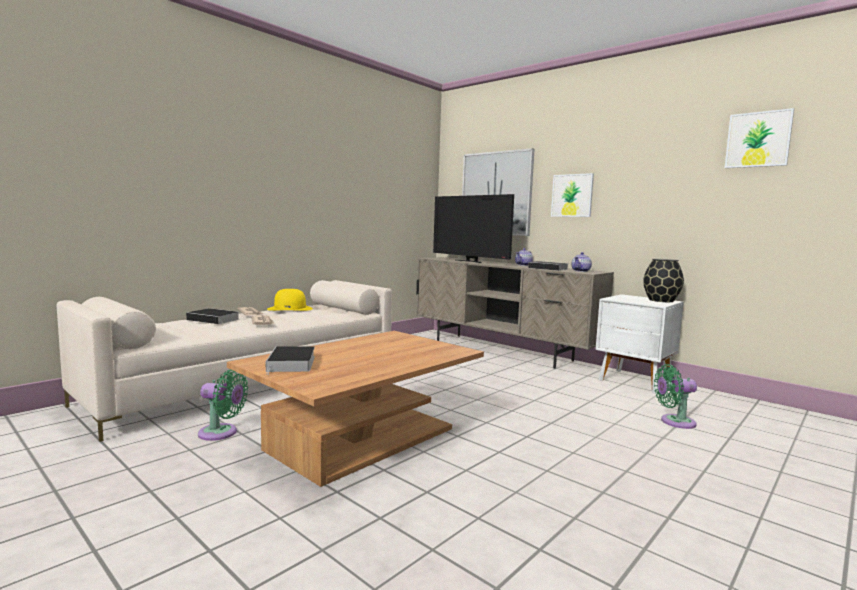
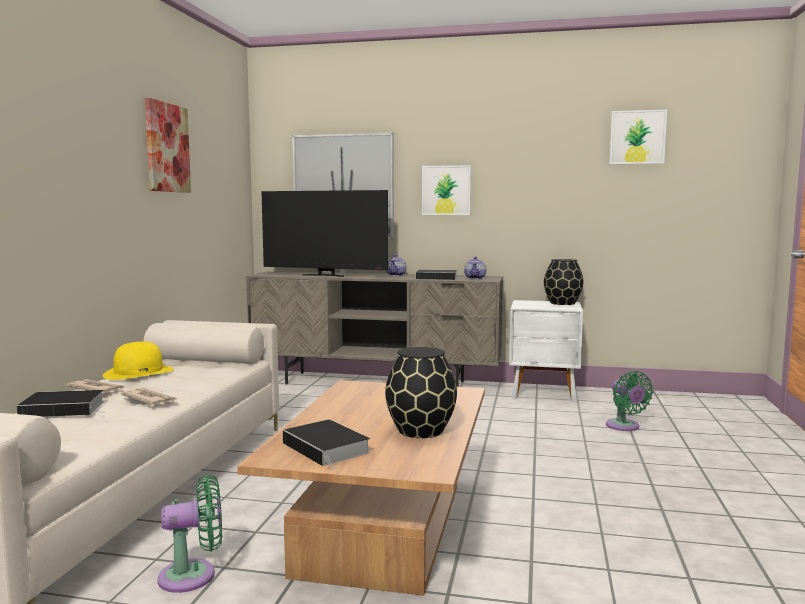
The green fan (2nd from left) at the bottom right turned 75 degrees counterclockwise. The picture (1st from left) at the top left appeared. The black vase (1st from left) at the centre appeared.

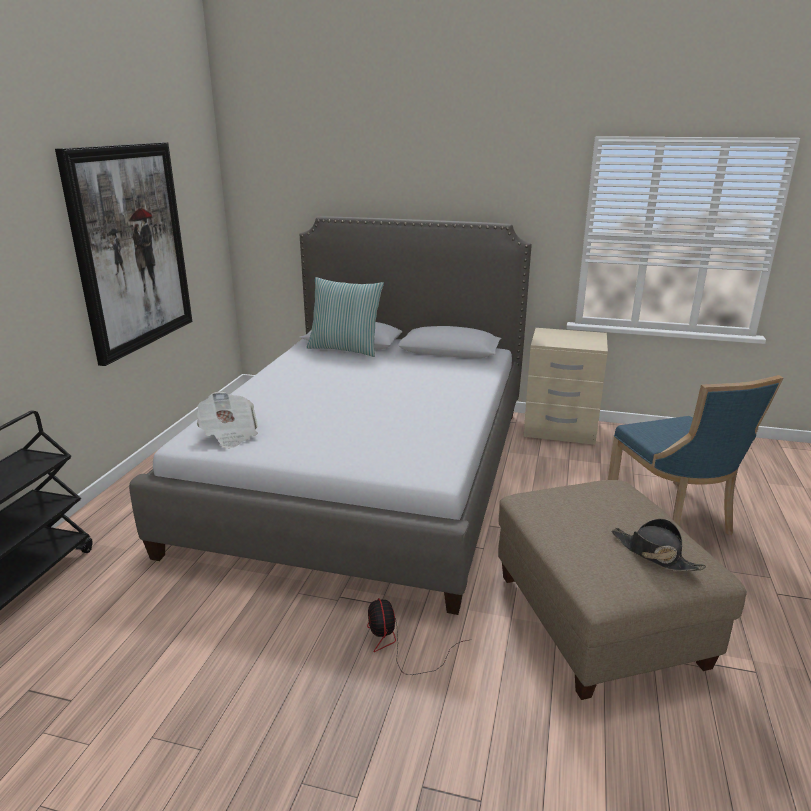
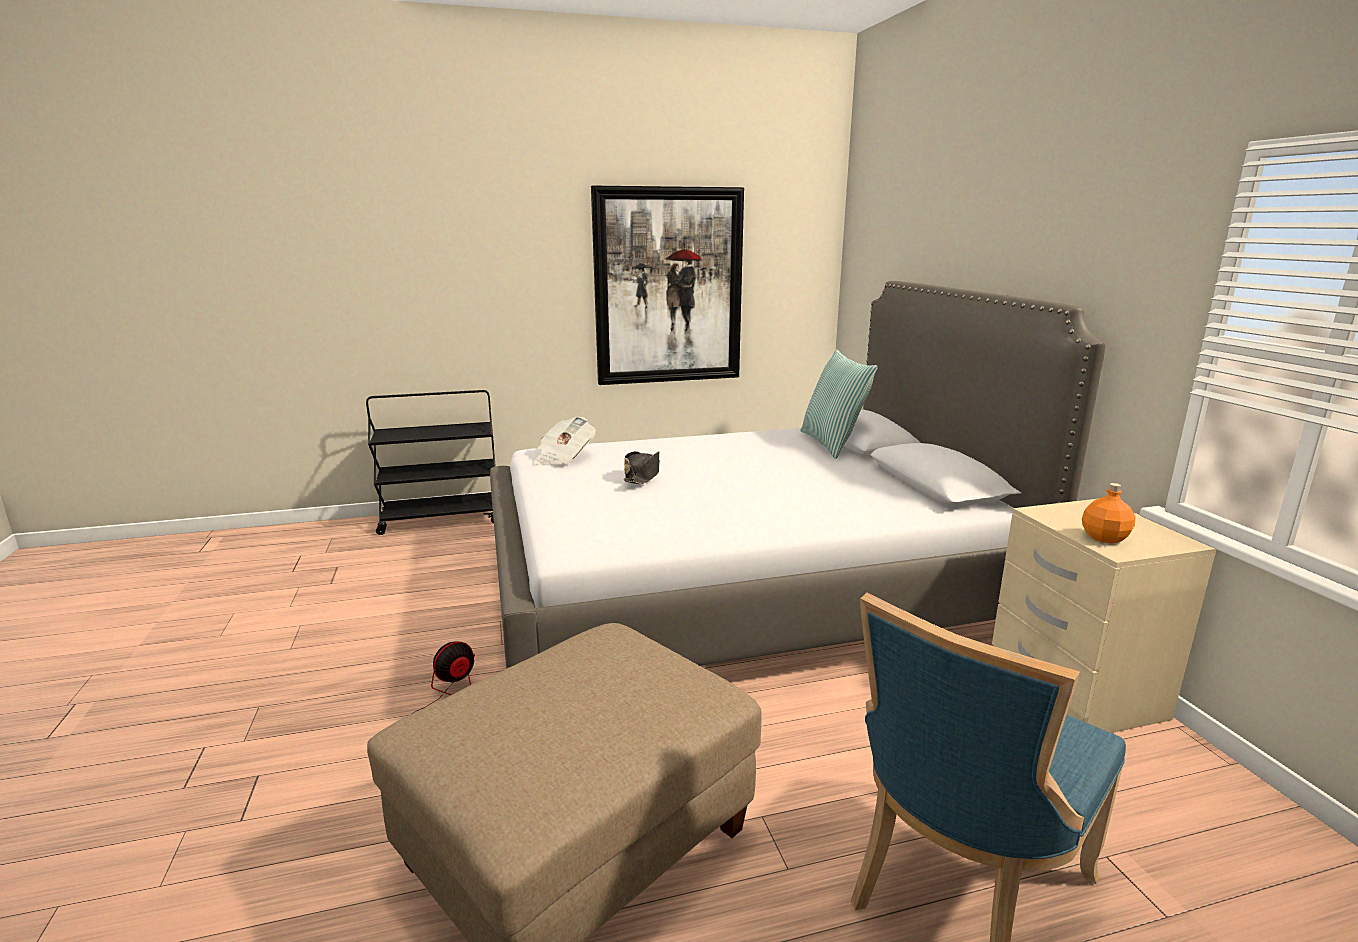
The black hat moved from the bottom right to the centre. The orange bottle at the middle right appeared.

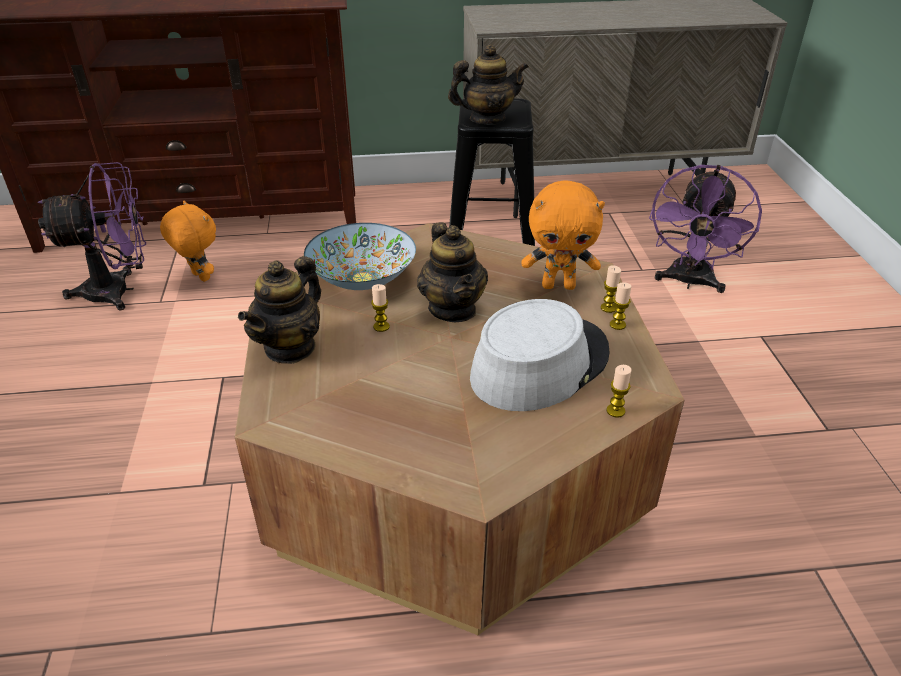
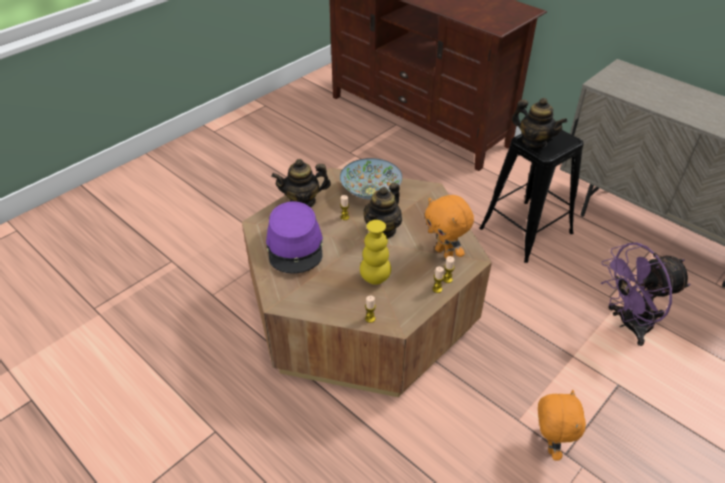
The purple fan (1st from left) at the middle left disappeared. The orange plush toy (1st from left in the first image) moved from the middle left to the bottom right. The grey hat at the centre was replaced by the yellow vase at the centre. The purple hat at the centre appeared.

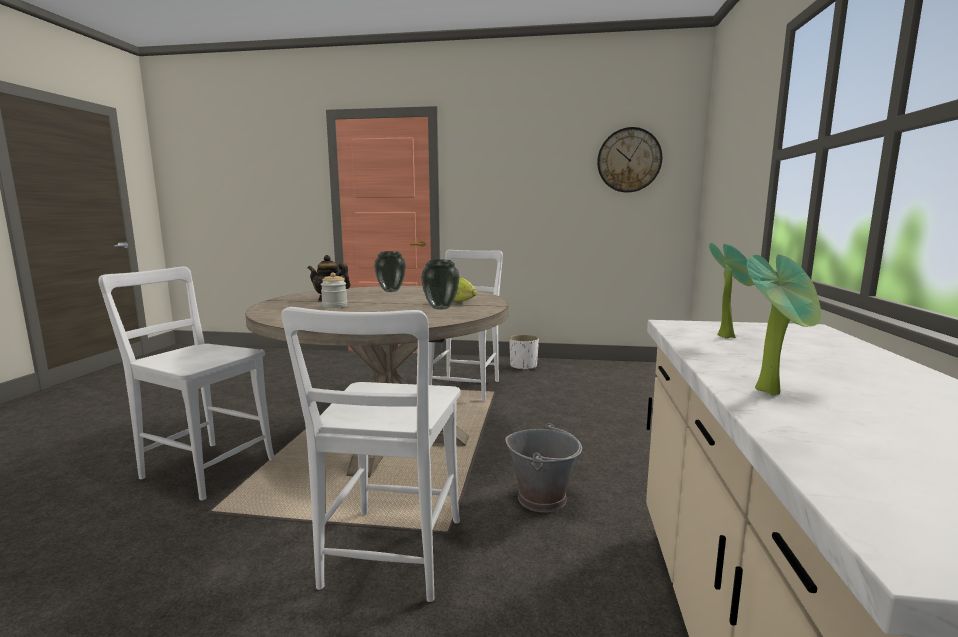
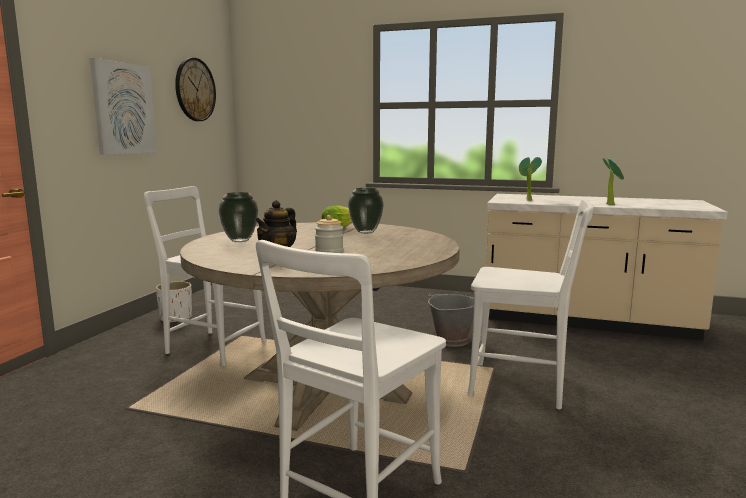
The picture at the top left appeared.

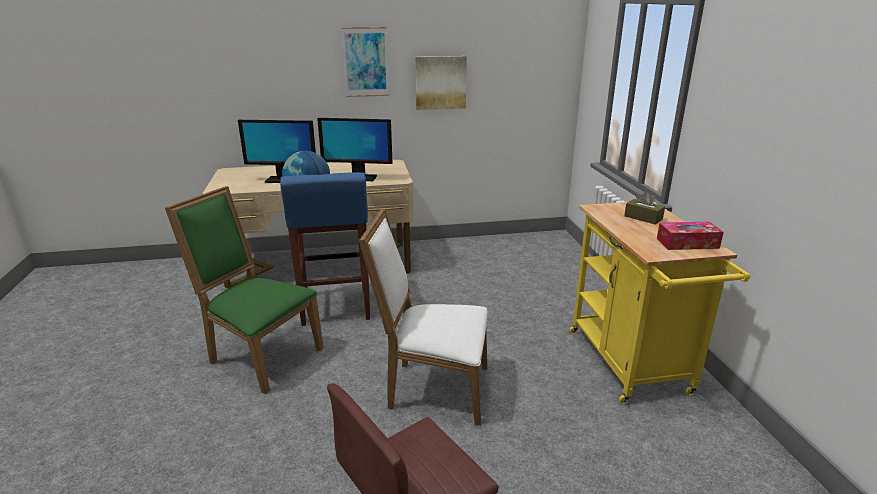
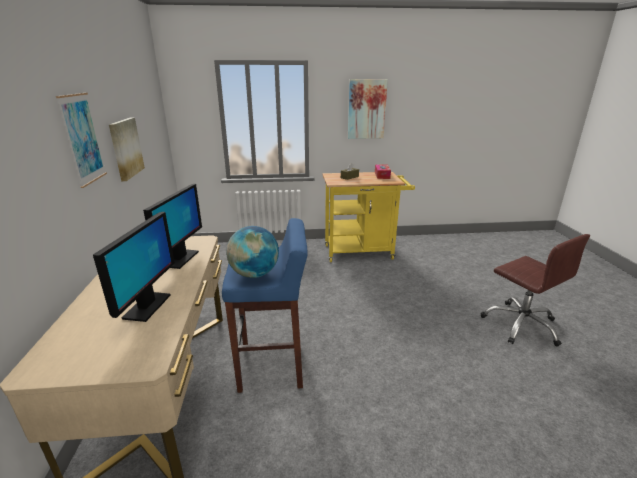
The green chair at the middle left disappeared. The white chair at the centre disappeared. The picture (3rd from left) at the top centre appeared.

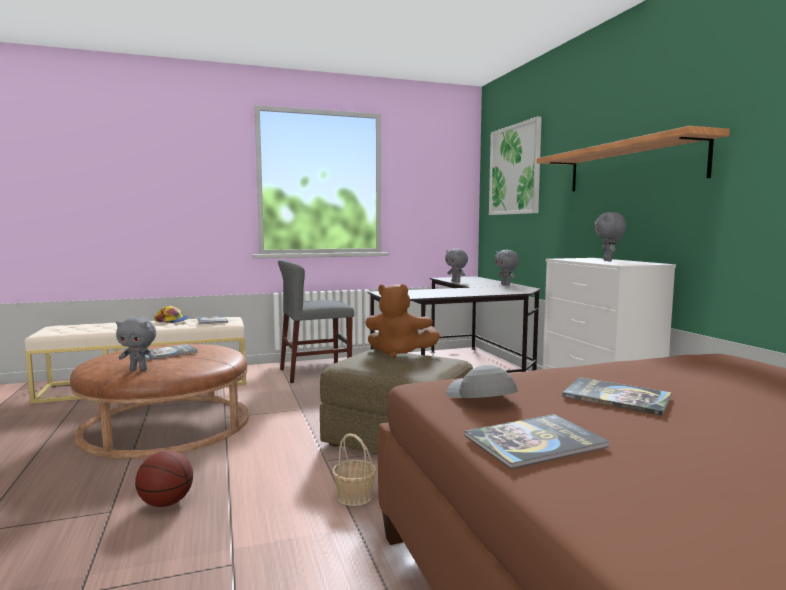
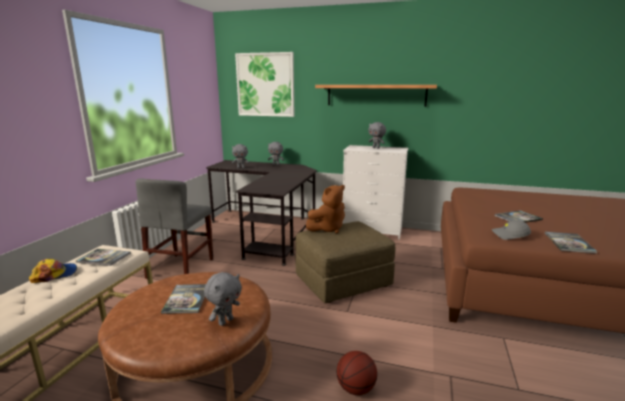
The basket at the bottom centre disappeared.

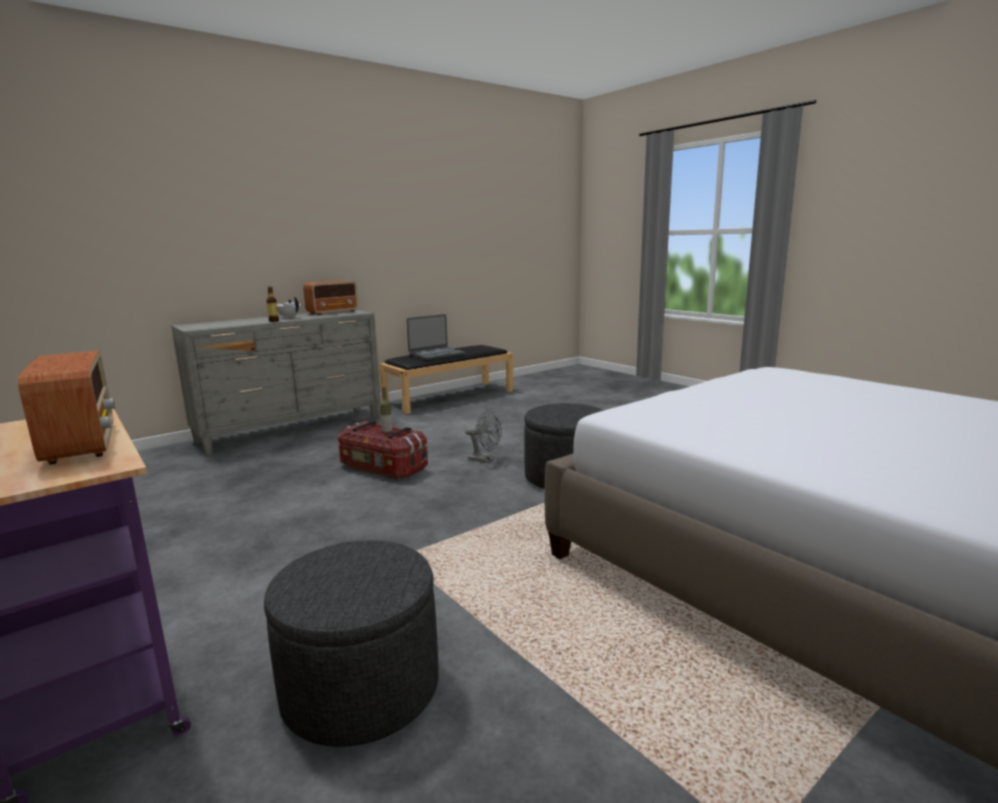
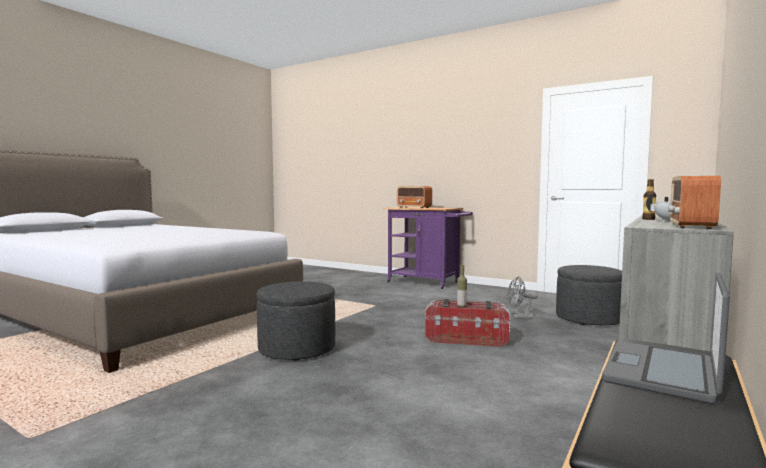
The grey fan moved from the centre to the middle right. The grey ottoman (1st from left in the first image) moved from the bottom centre to the middle right.

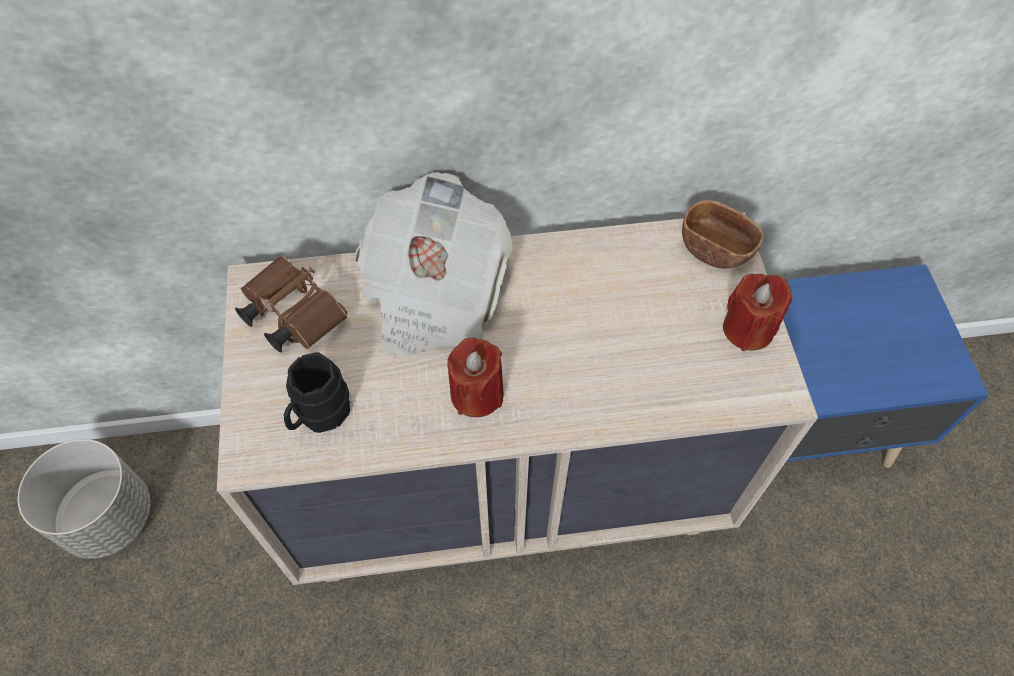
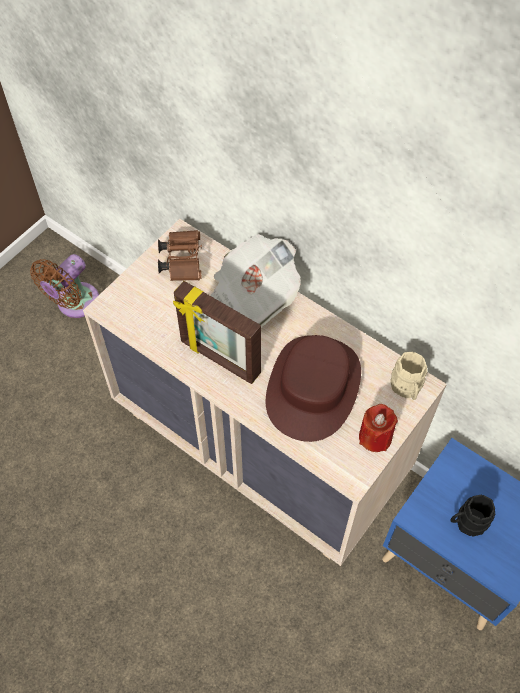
The brown bowl at the middle right was replaced by the beige mug at the middle right. The red candle (1st from left) at the centre was replaced by the picture frame at the centre. The black mug moved from the middle left to the bottom right. The grey planter at the bottom left was replaced by the brown fan at the middle left. The brown hat at the centre appeared.

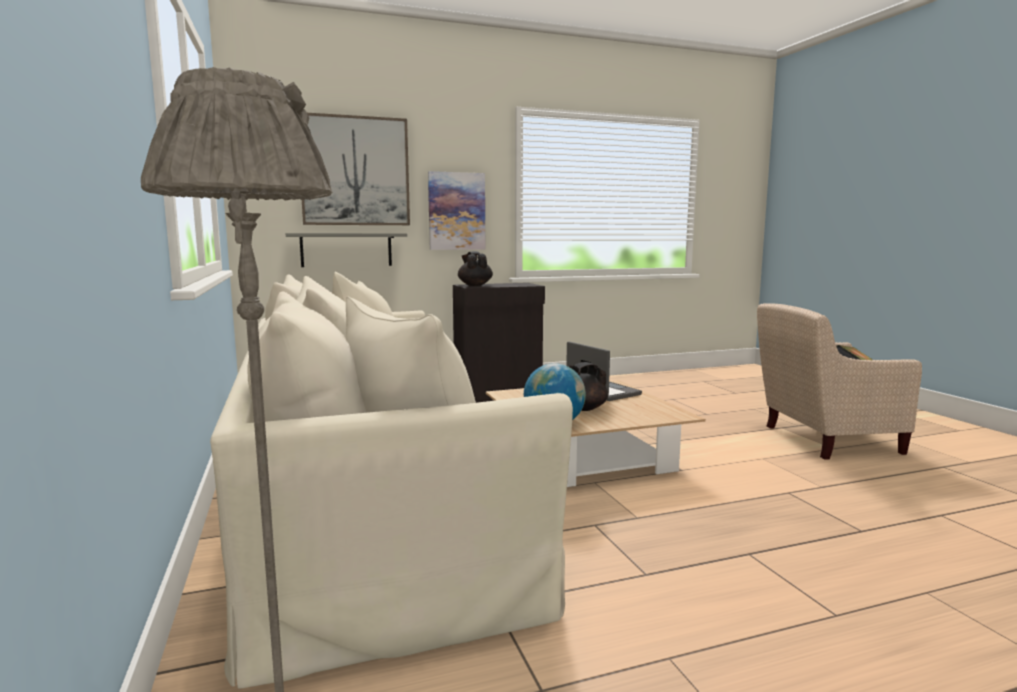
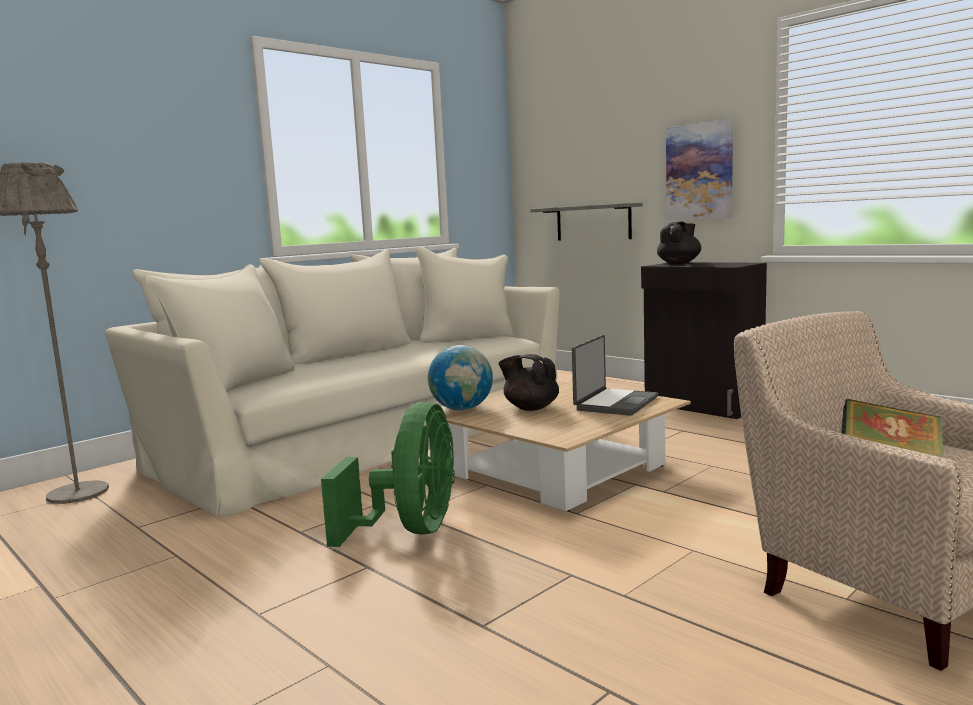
The picture (1st from left) at the top centre disappeared. The green fan at the bottom centre appeared.

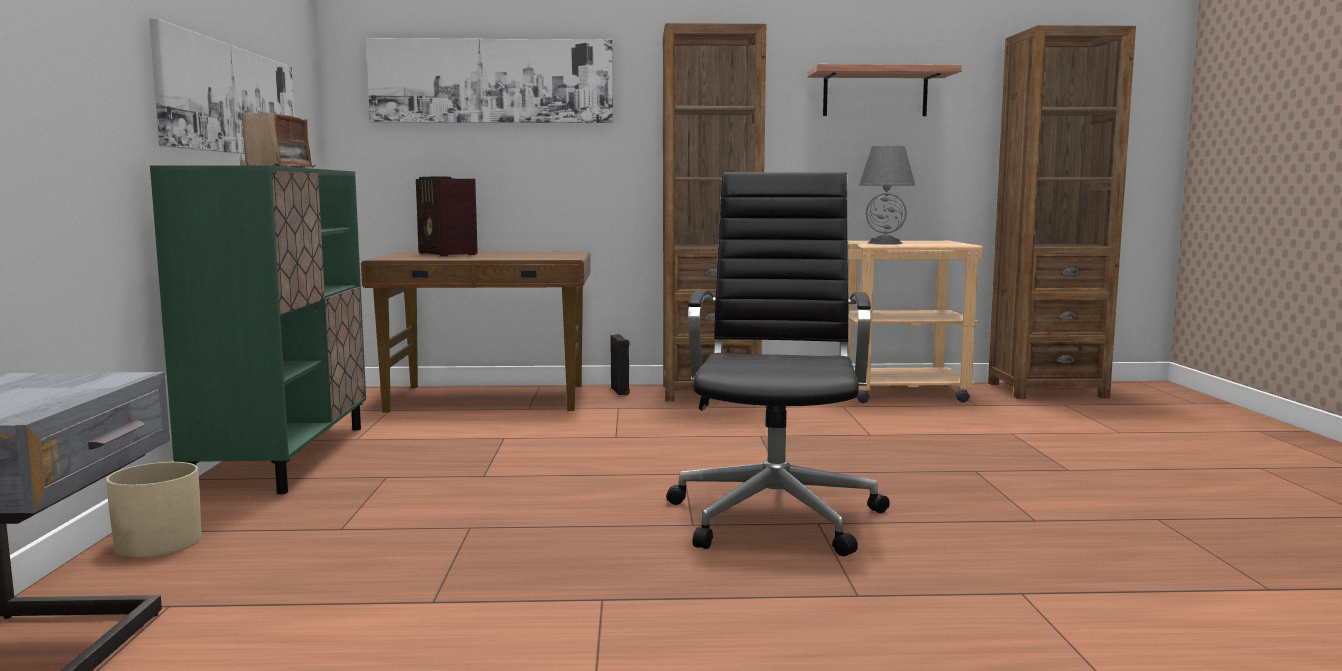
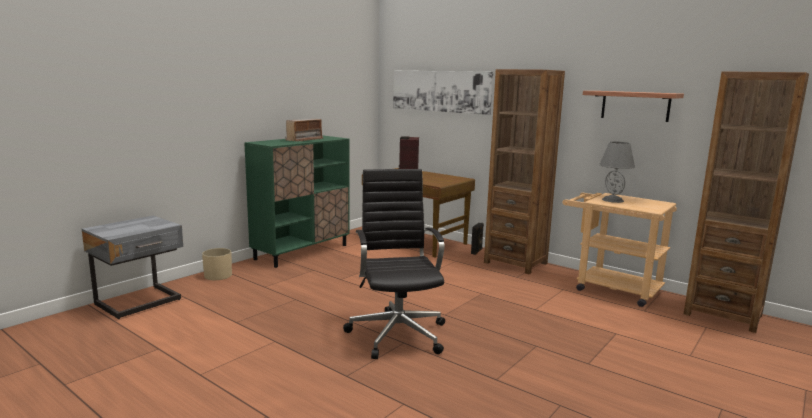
The picture (1st from left) at the top left disappeared. The black office chair at the centre turned 60 degrees counterclockwise.

